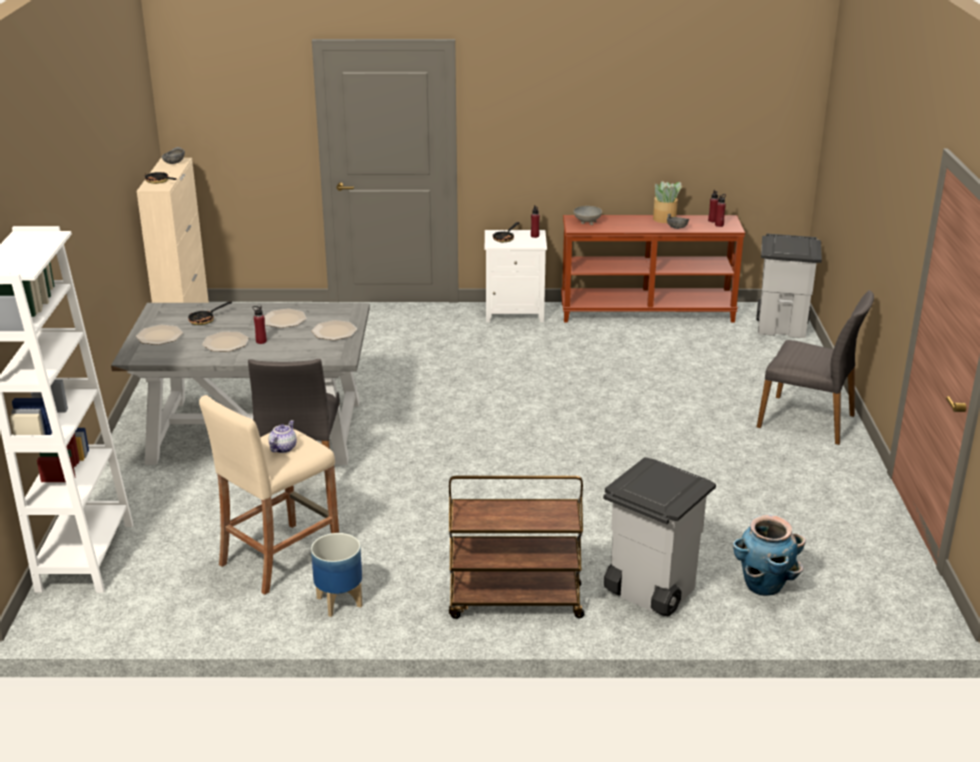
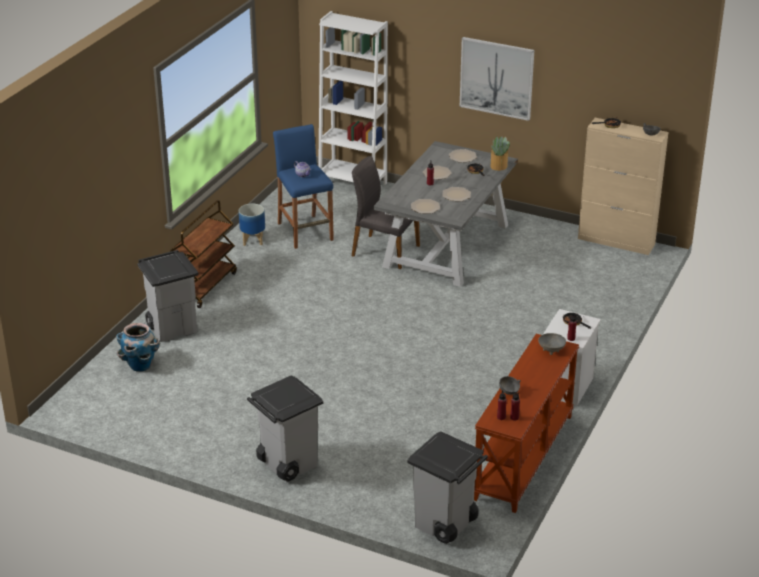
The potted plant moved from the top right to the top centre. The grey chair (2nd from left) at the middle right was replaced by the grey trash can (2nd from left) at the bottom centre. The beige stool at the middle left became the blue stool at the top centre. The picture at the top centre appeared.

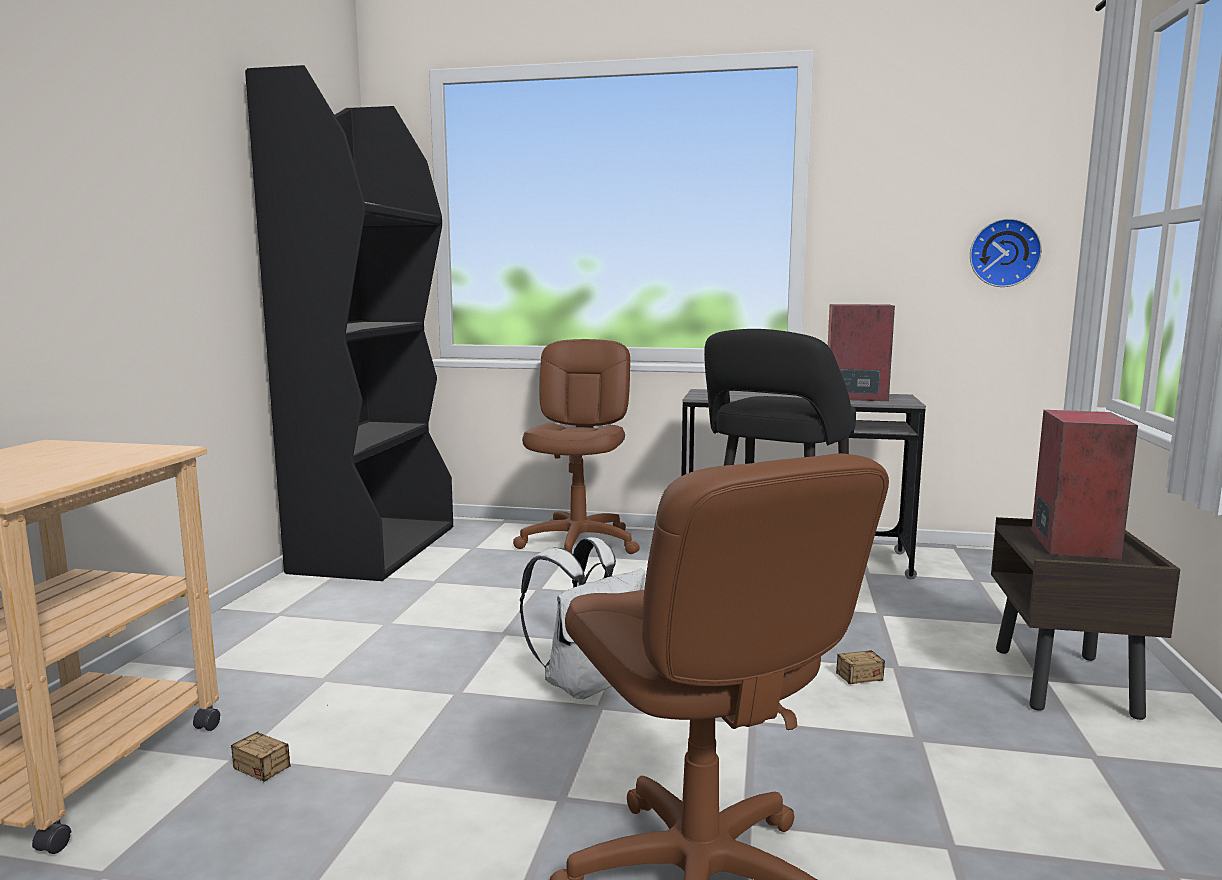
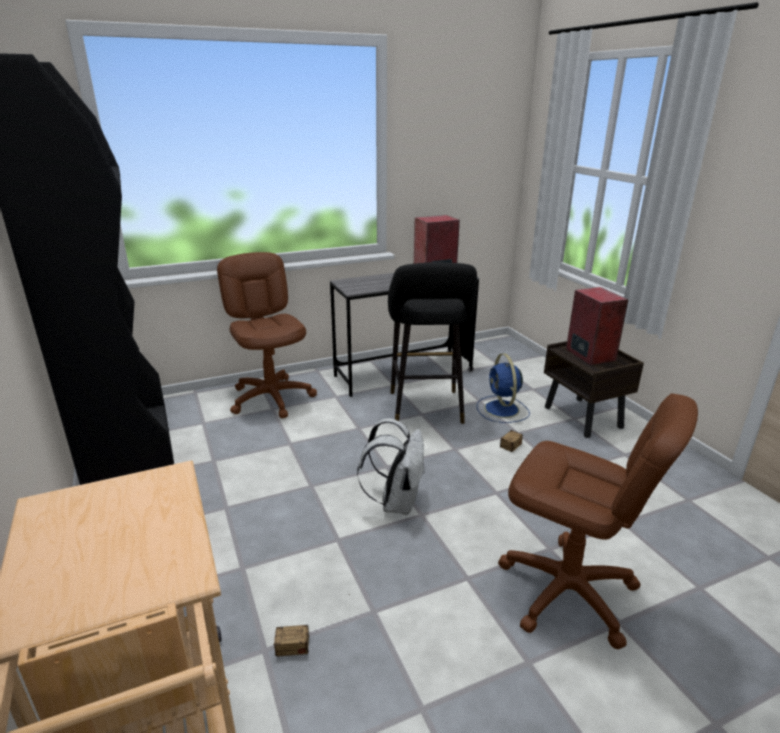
The wall clock at the top right disappeared. The blue fan at the centre appeared.

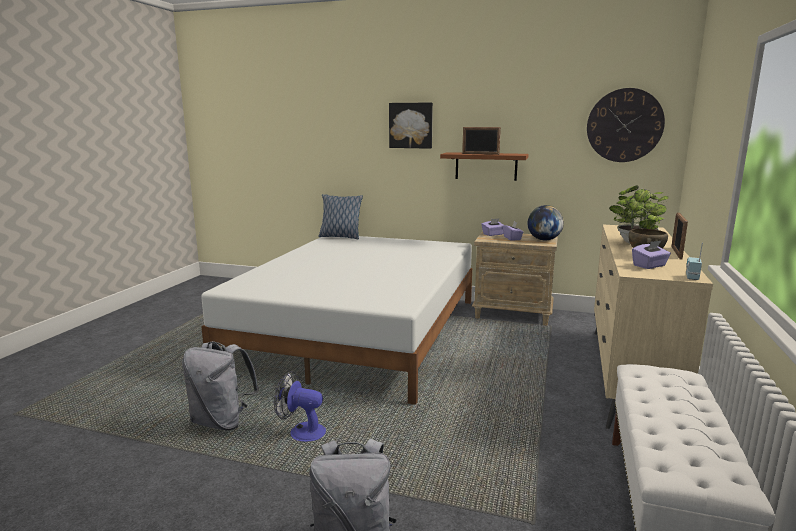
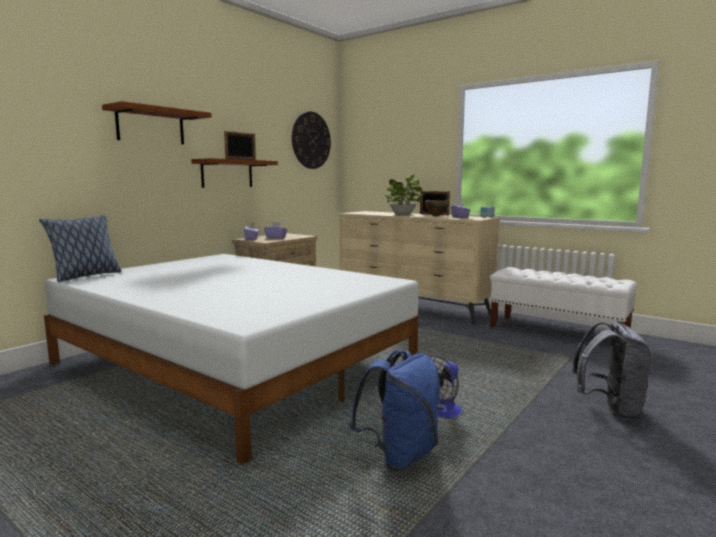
The picture at the top centre was replaced by the brown shelf (1st from left) at the top left. The globe at the middle right disappeared. The grey backpack (1st from left) at the bottom left became the blue backpack at the bottom centre.

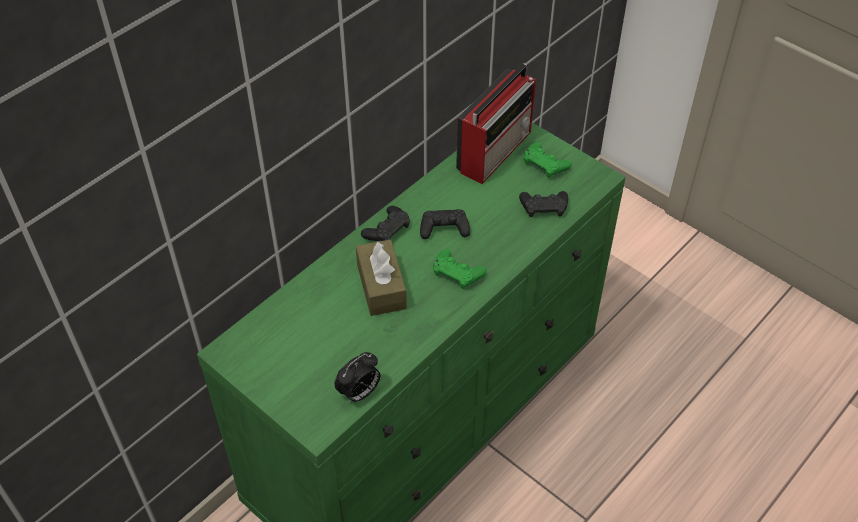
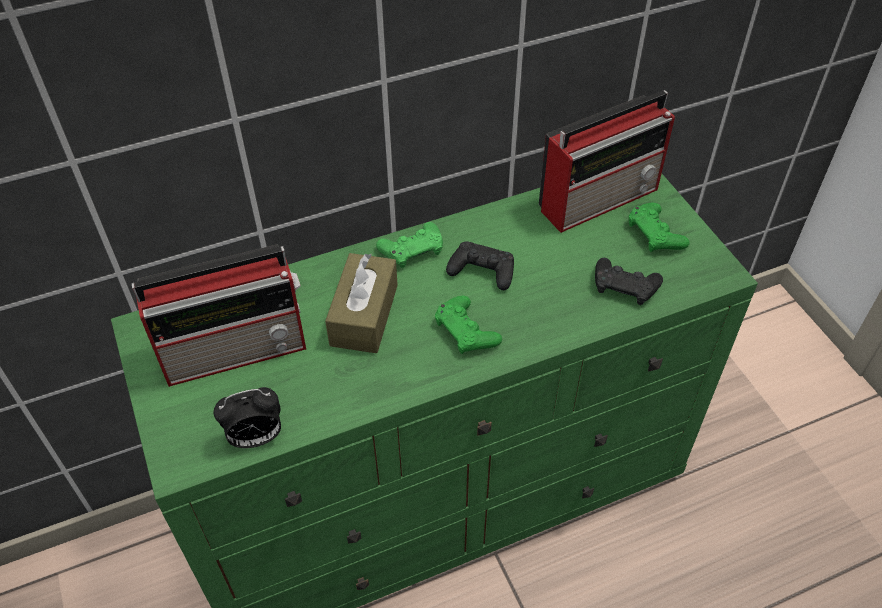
The black game controller (1st from left) at the centre became the green game controller (1st from left) at the centre. The radio (1st from left) at the middle left appeared.

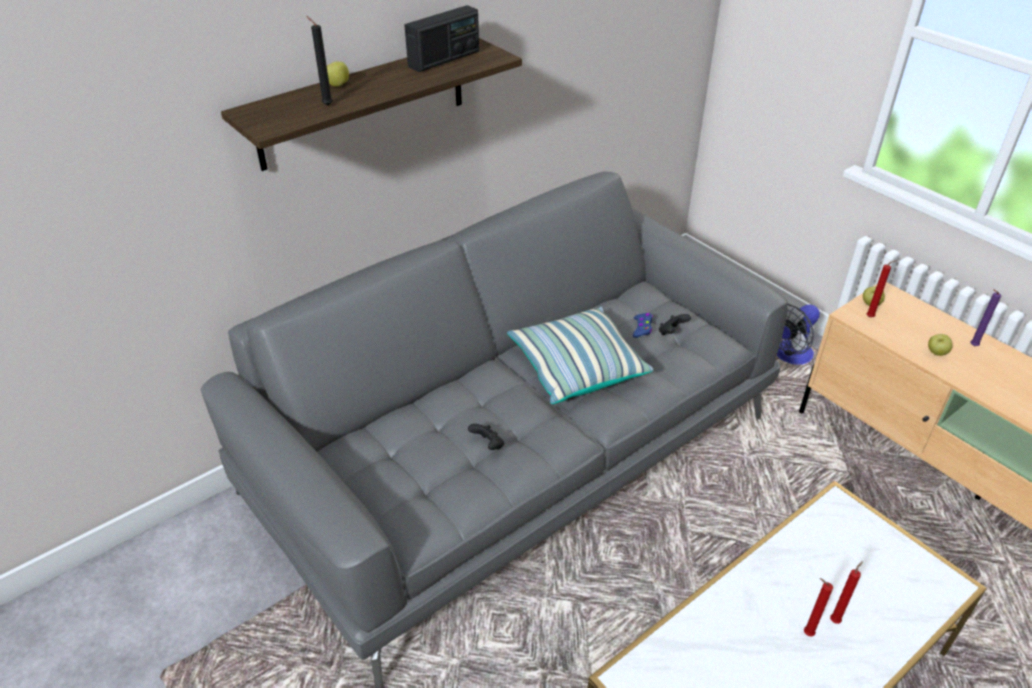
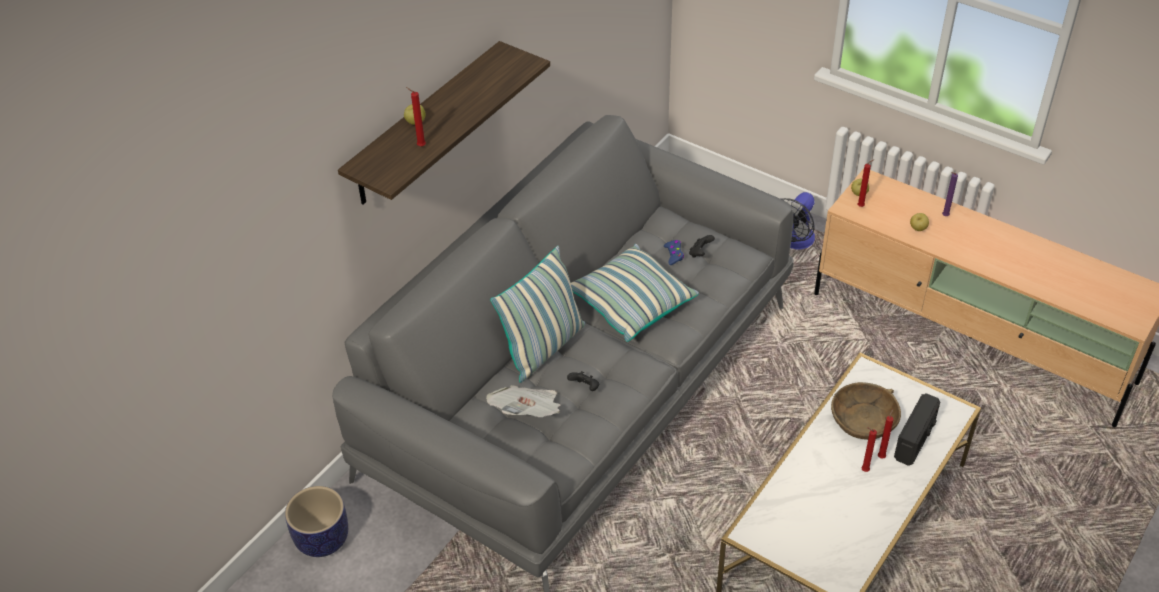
The radio moved from the top centre to the bottom right. The black candle at the top left became the red candle (1st from left) at the top centre. The pillow (1st from left) at the centre appeared. The brown bowl at the bottom right appeared. The newspaper at the bottom centre appeared. The planter at the bottom left appeared.

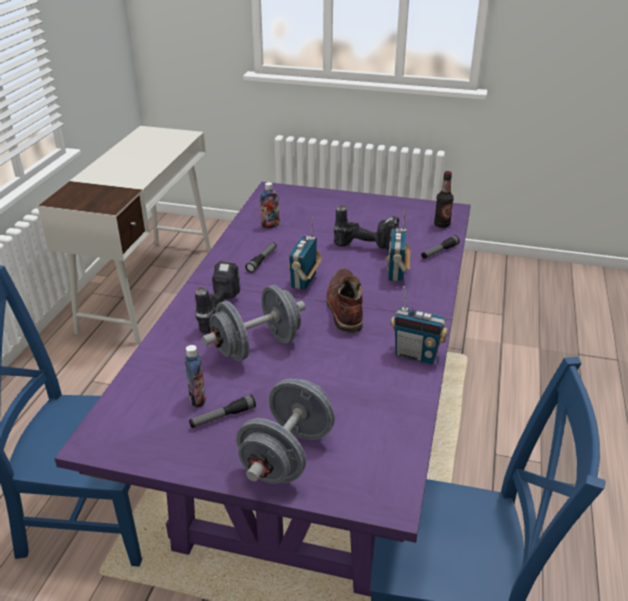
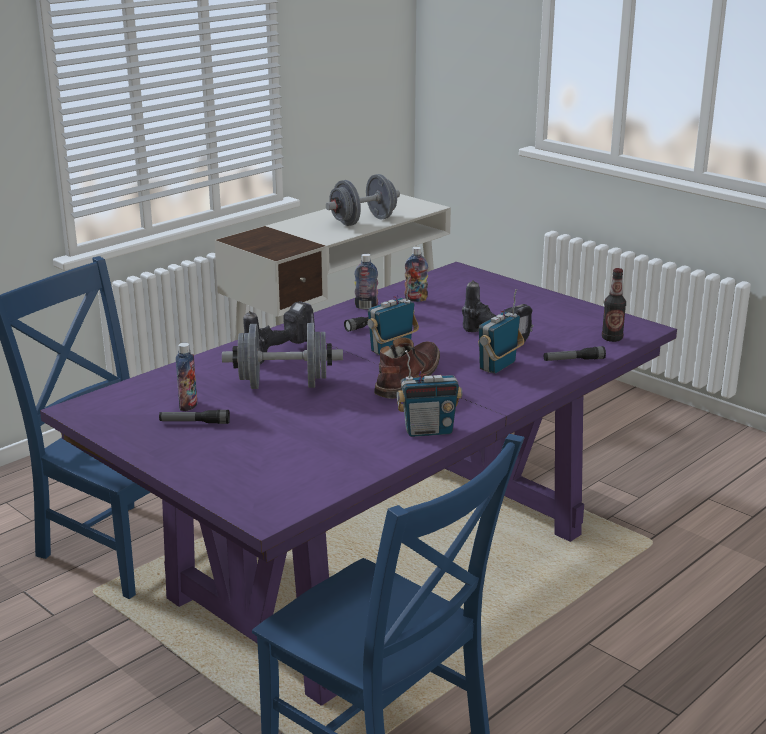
The radio (3rd from left in the first image) at the middle right turned 60 degrees counterclockwise. The grey dumbbell (2nd from left) moved from the bottom centre to the top centre. The bottle (2nd from left) at the centre appeared.

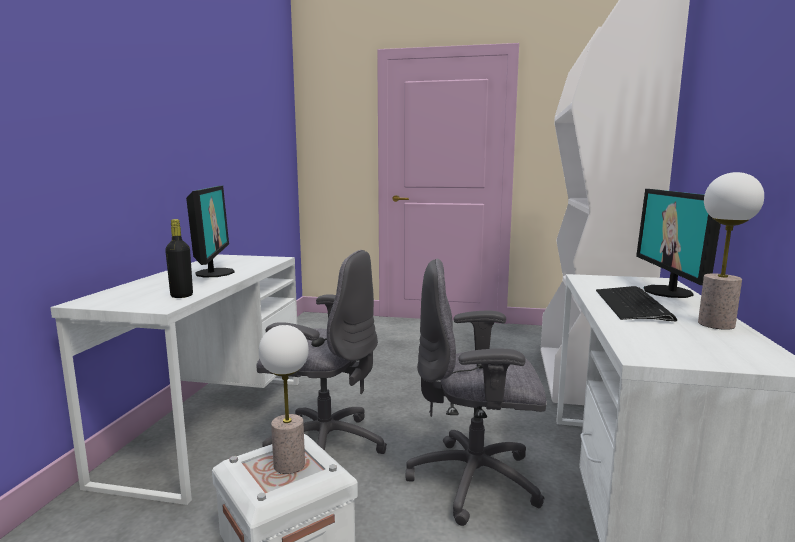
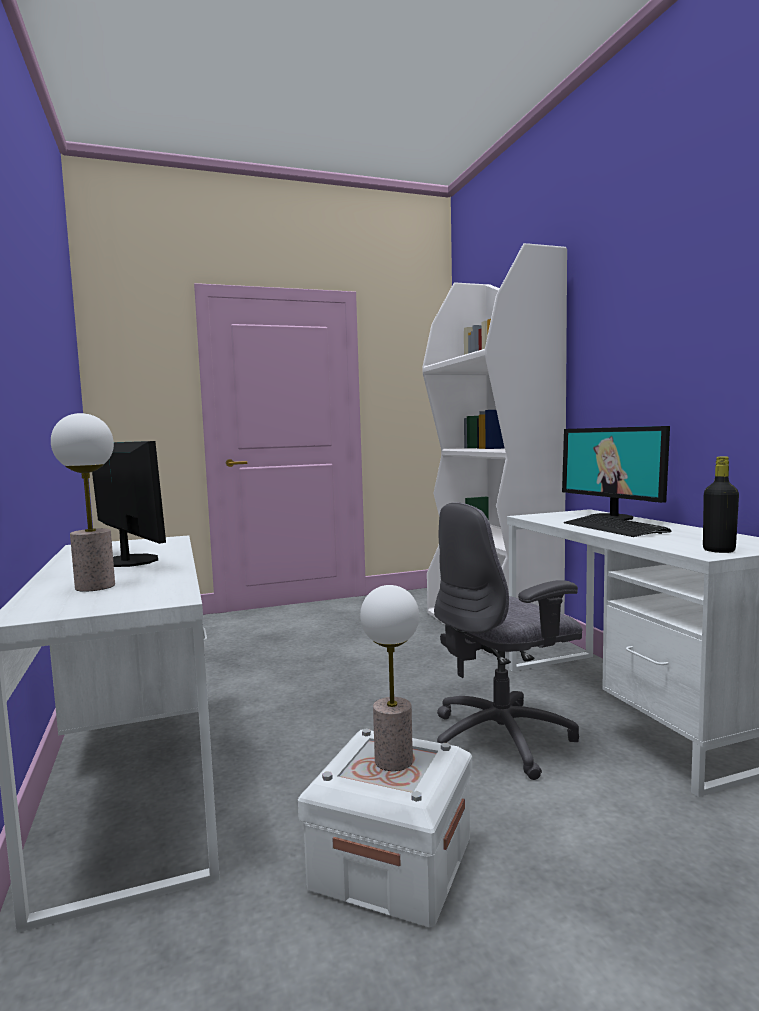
The table lamp (2nd from left in the first image) moved from the middle right to the middle left. The black bottle moved from the middle left to the middle right. The grey office chair (1st from left) at the centre disappeared.

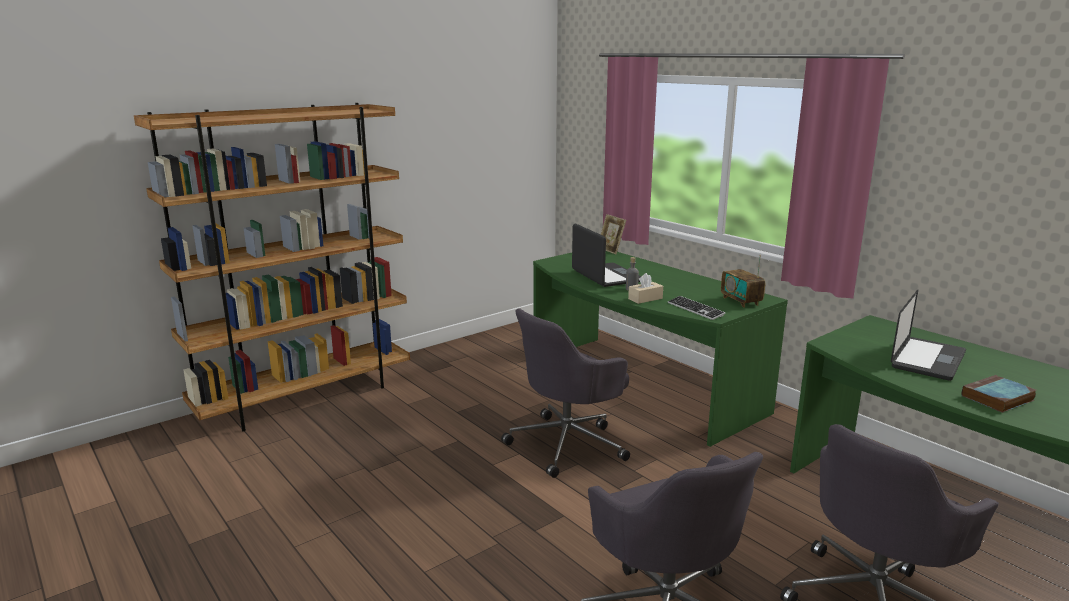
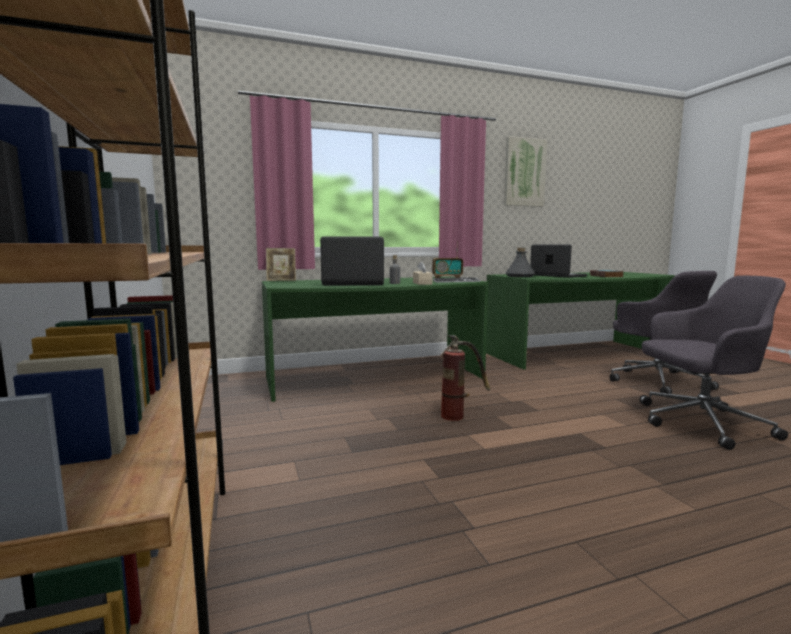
The grey office chair (1st from left) at the centre was replaced by the fire extinguisher at the centre. The picture at the top centre appeared. The grey bottle (2nd from left) at the centre appeared.

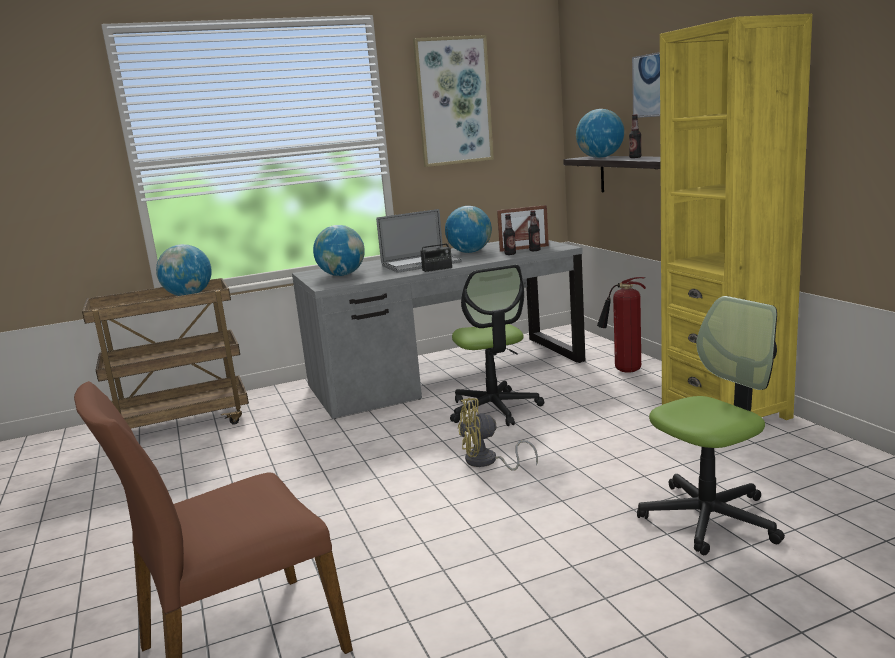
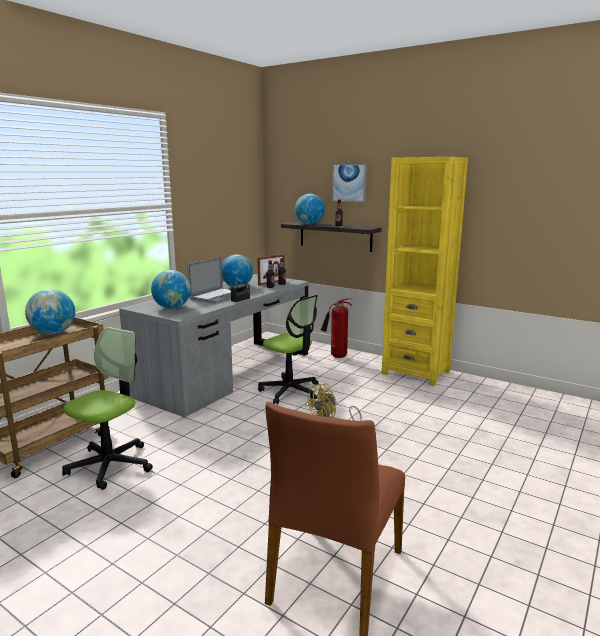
The picture (1st from left) at the top centre disappeared. The office chair (2nd from left in the first image) moved from the middle right to the middle left.

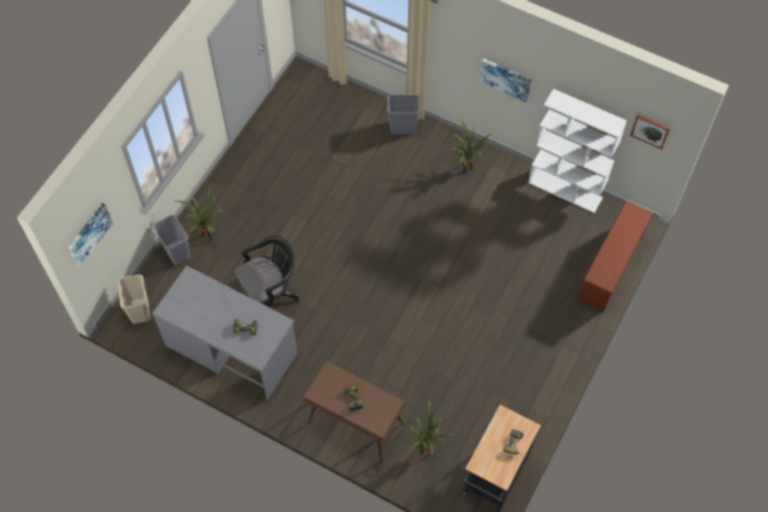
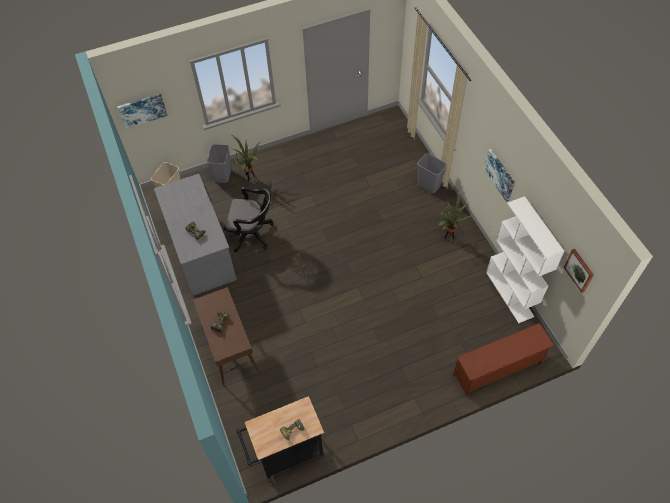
The potted plant (2nd from left) at the bottom centre disappeared.

